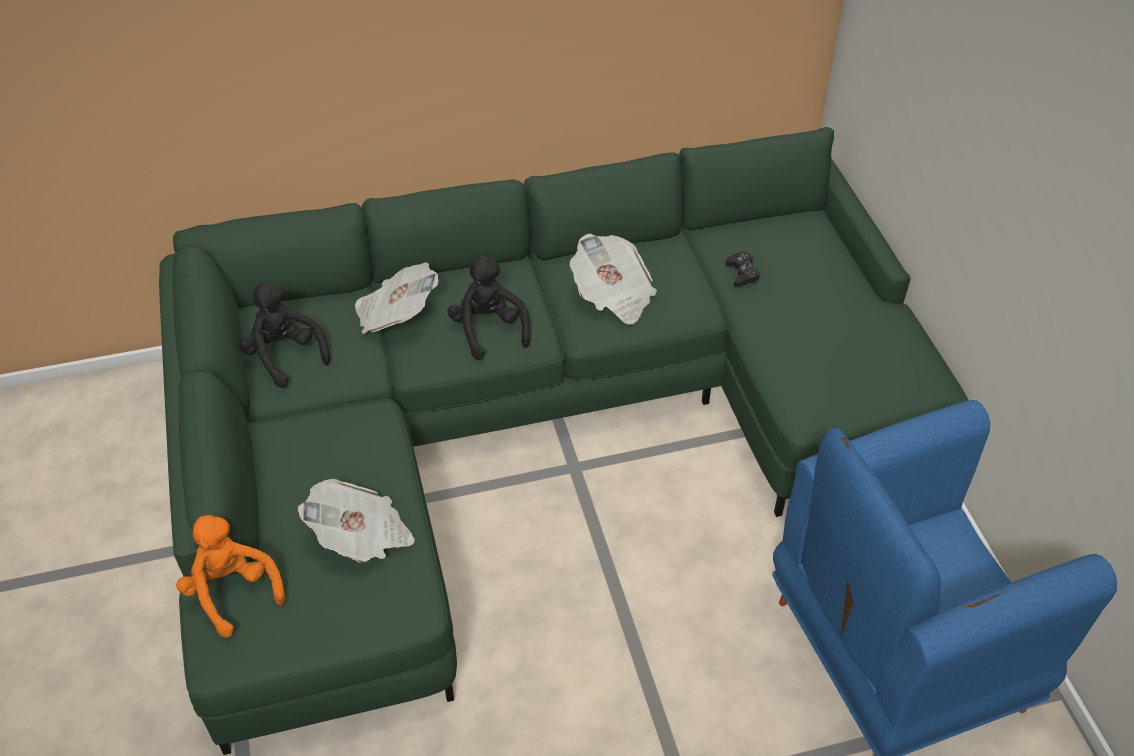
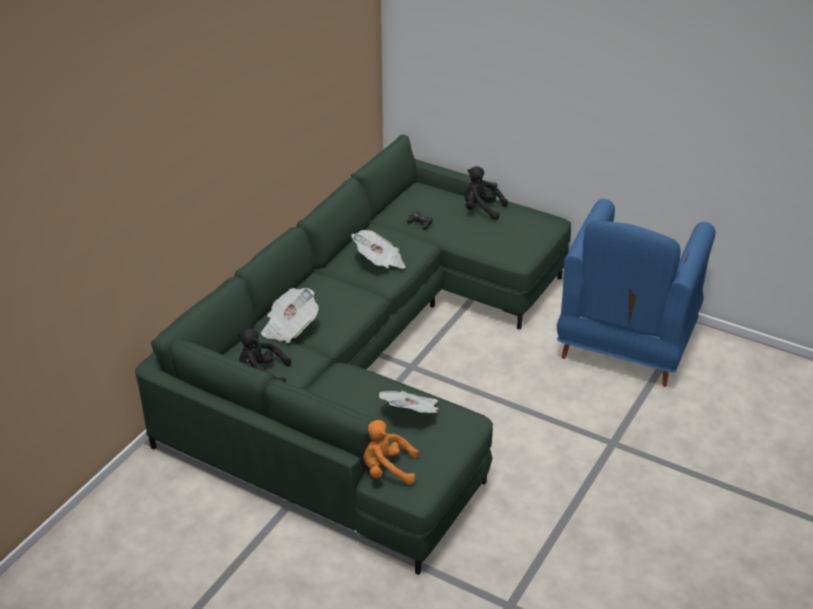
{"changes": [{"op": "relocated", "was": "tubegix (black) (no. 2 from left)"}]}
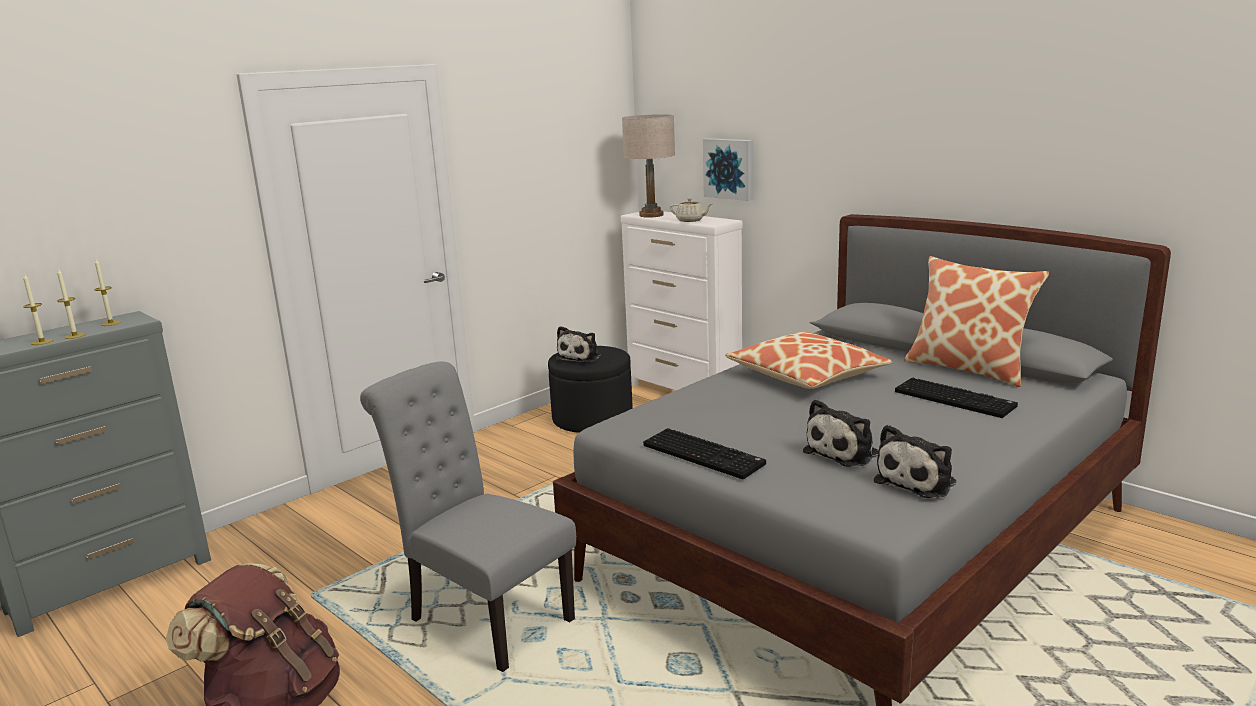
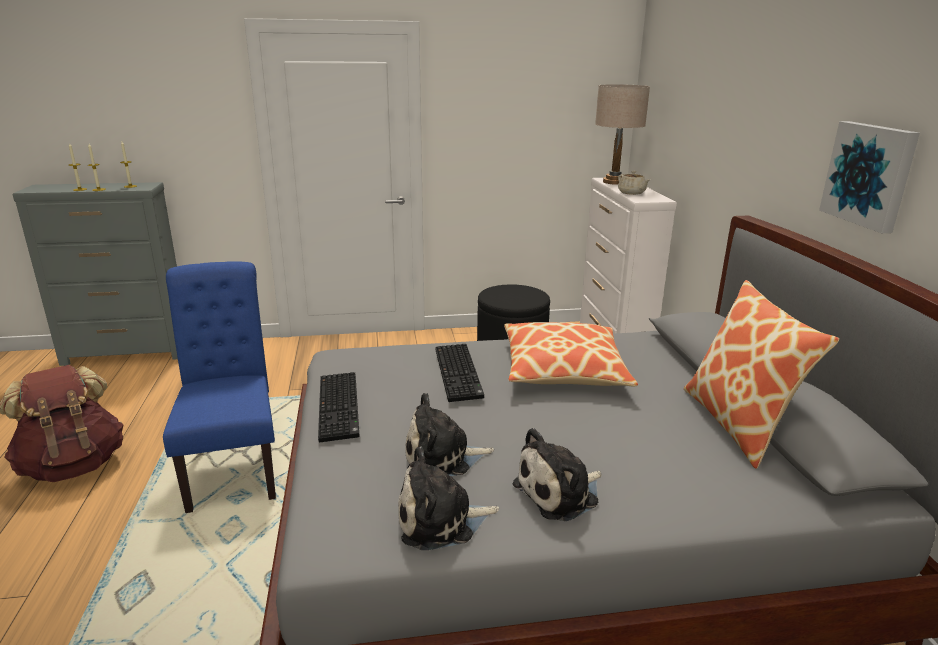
{"changes": [{"op": "relocated", "was": "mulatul"}, {"op": "relocated", "was": "tubegix (no. 1 from left in the first image)", "now": "tubegix (no. 3 from left)"}, {"op": "colour", "was": "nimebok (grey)", "now": "nimebok (blue)"}, {"op": "relocated", "was": "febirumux (no. 2 from left)"}]}
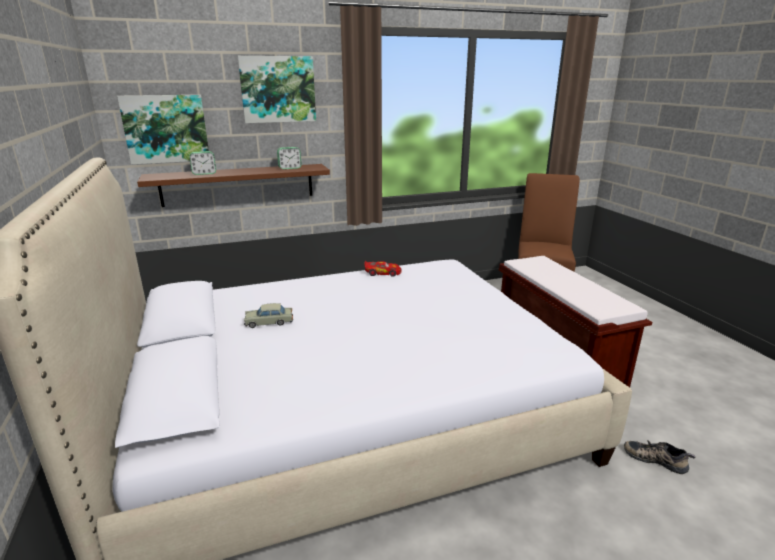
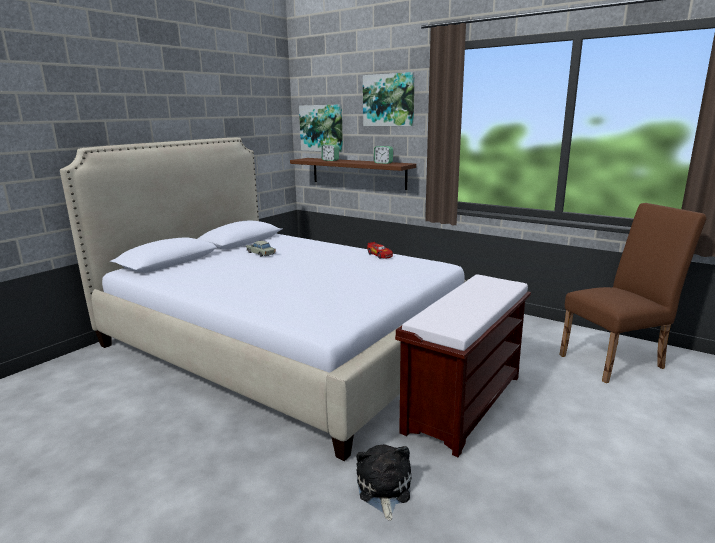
{"changes": [{"op": "exchanged", "was": "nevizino", "now": "tubegix"}]}
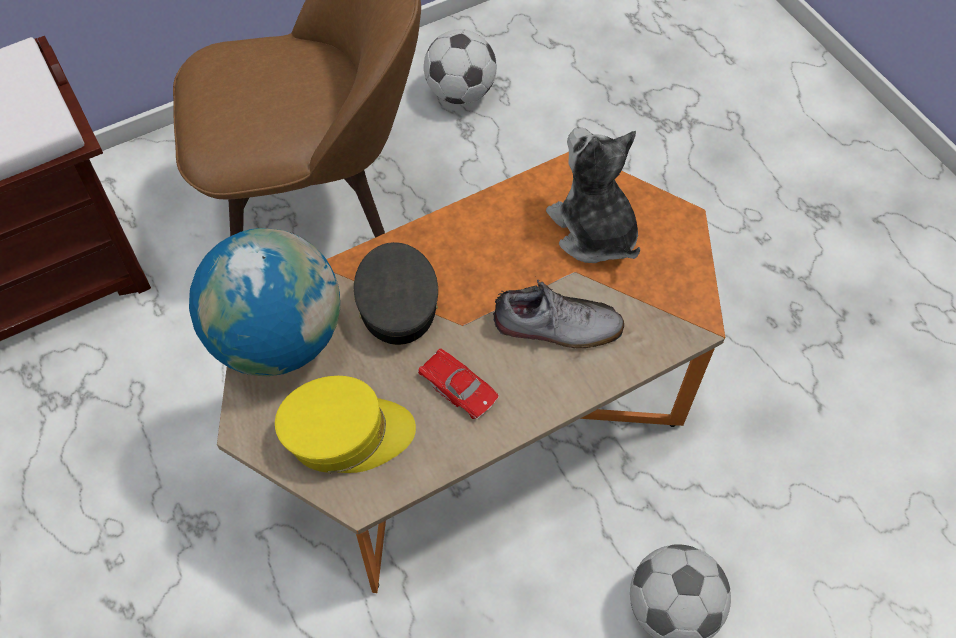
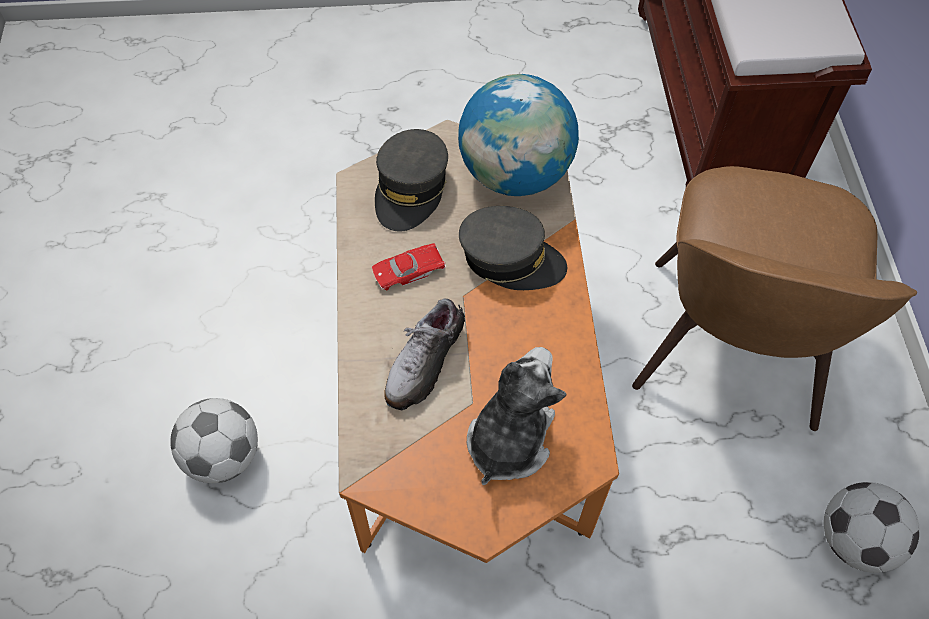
{"changes": [{"op": "spun", "was": "tubegix", "clockwise": -60}, {"op": "colour", "was": "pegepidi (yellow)", "now": "pegepidi (grey) (no. 1 from left)"}]}
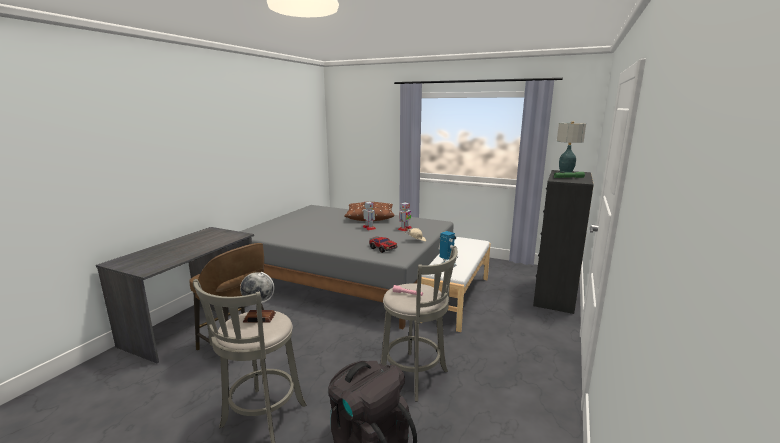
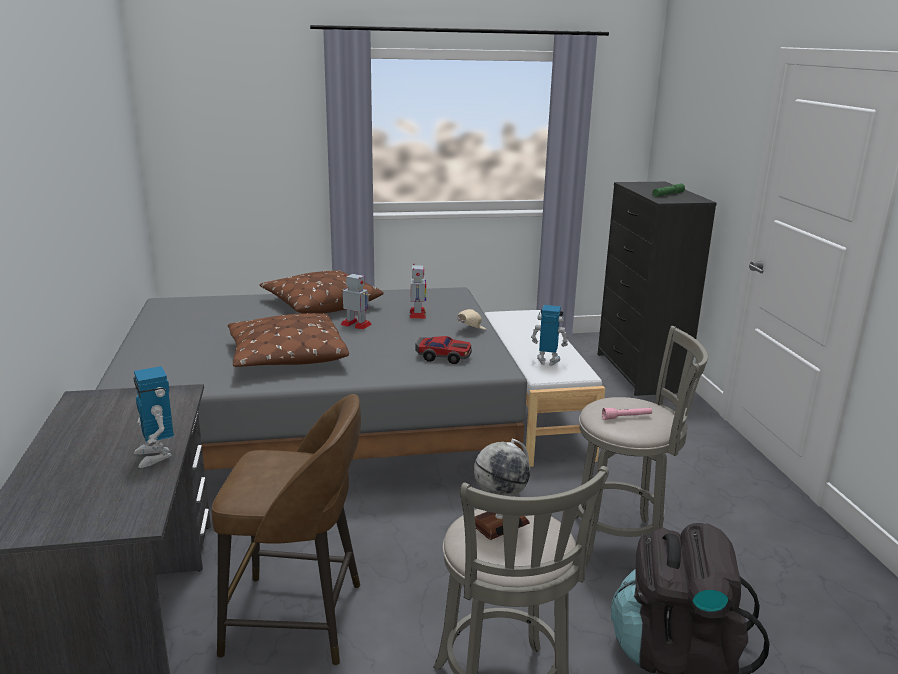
{"changes": [{"op": "missing", "was": "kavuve"}, {"op": "appeared", "now": "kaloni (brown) (no. 1 from left)"}, {"op": "appeared", "now": "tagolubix (no. 1 from left)"}]}
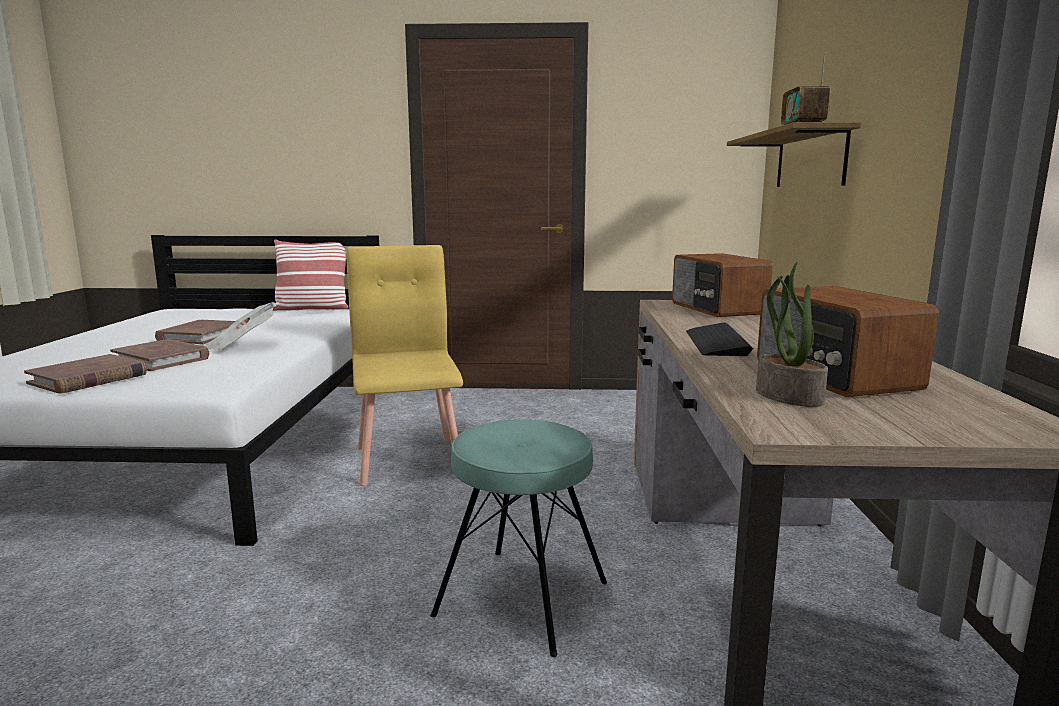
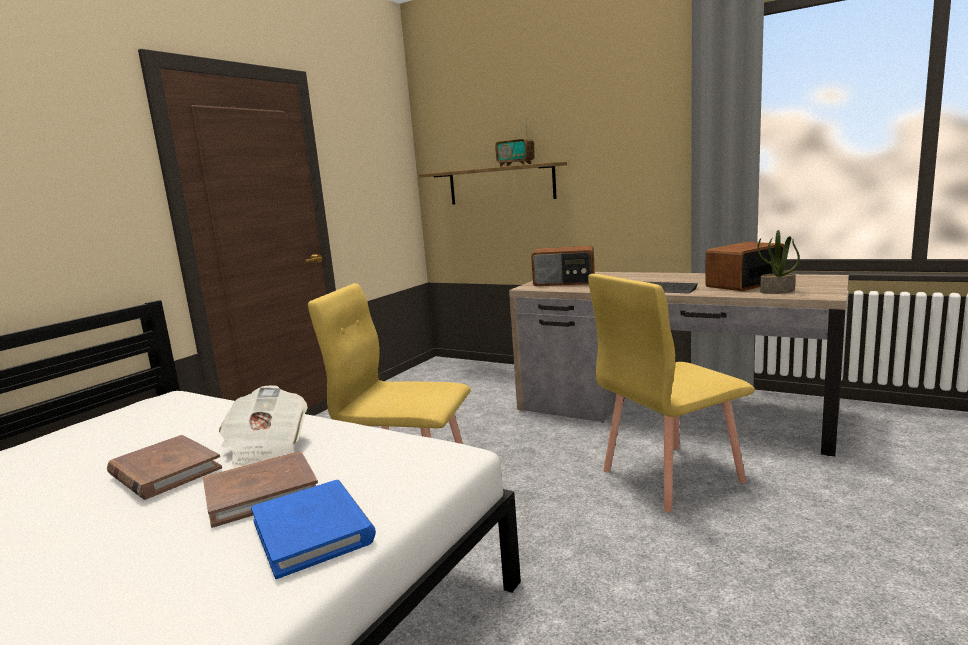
{"changes": [{"op": "missing", "was": "kaloni"}, {"op": "spun", "was": "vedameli (no. 3 from left)", "clockwise": 135}, {"op": "colour", "was": "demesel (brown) (no. 1 from left)", "now": "demesel (blue)"}, {"op": "exchanged", "was": "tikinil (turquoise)", "now": "nimebok (yellow) (no. 2 from left)"}]}
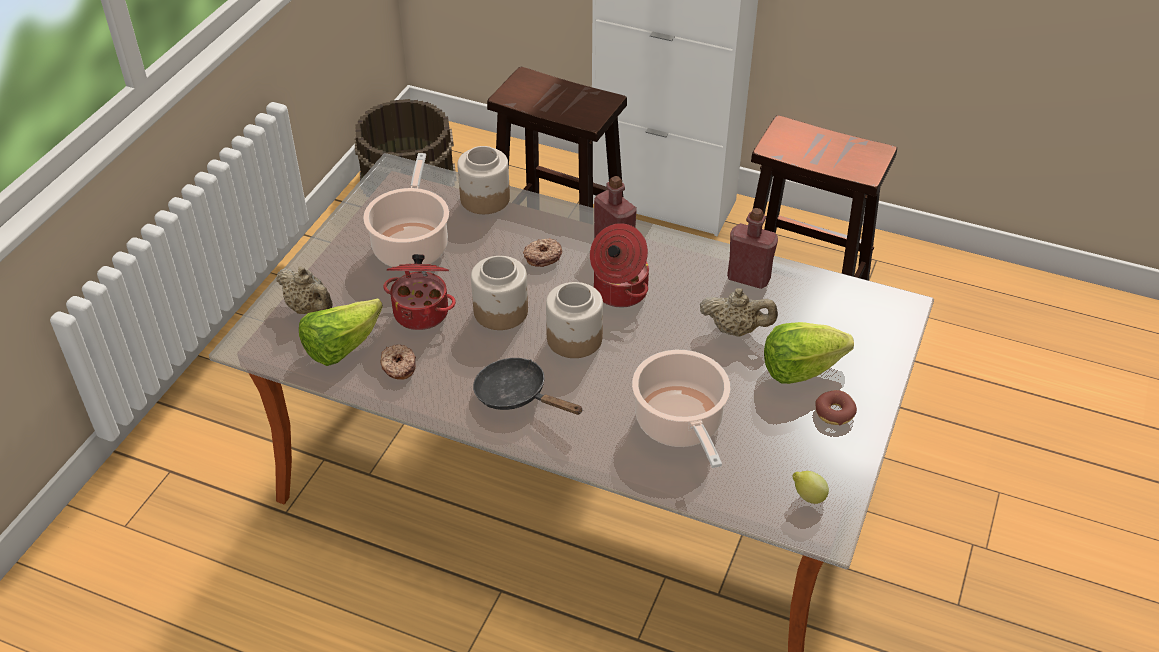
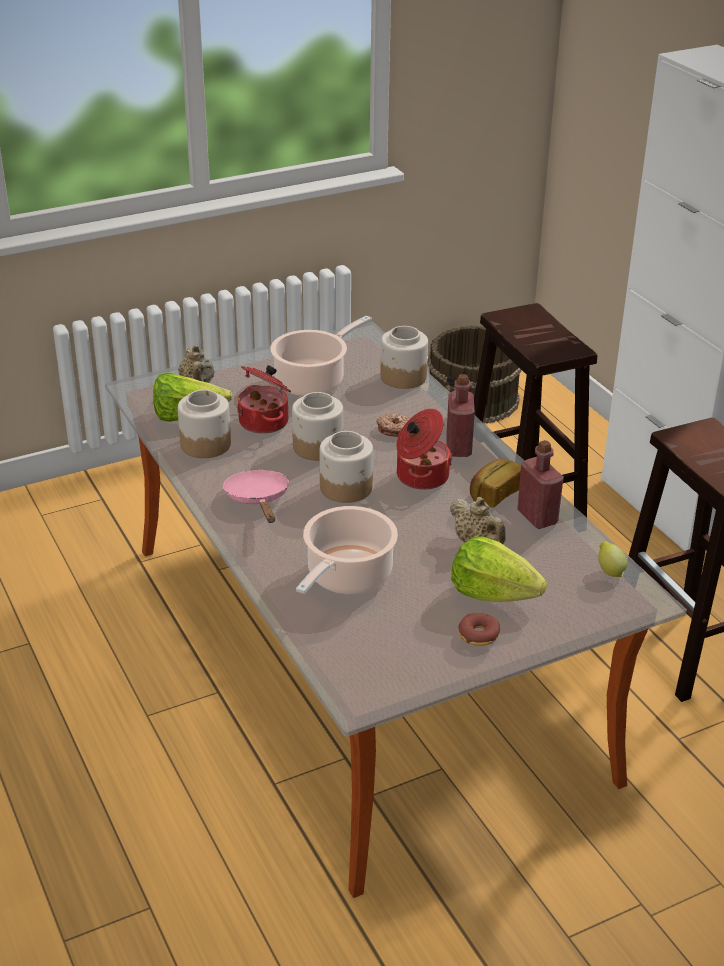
{"changes": [{"op": "exchanged", "was": "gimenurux (no. 1 from left)", "now": "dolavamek (no. 1 from left)"}, {"op": "colour", "was": "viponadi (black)", "now": "viponadi (pink)"}, {"op": "relocated", "was": "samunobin"}, {"op": "appeared", "now": "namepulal"}]}
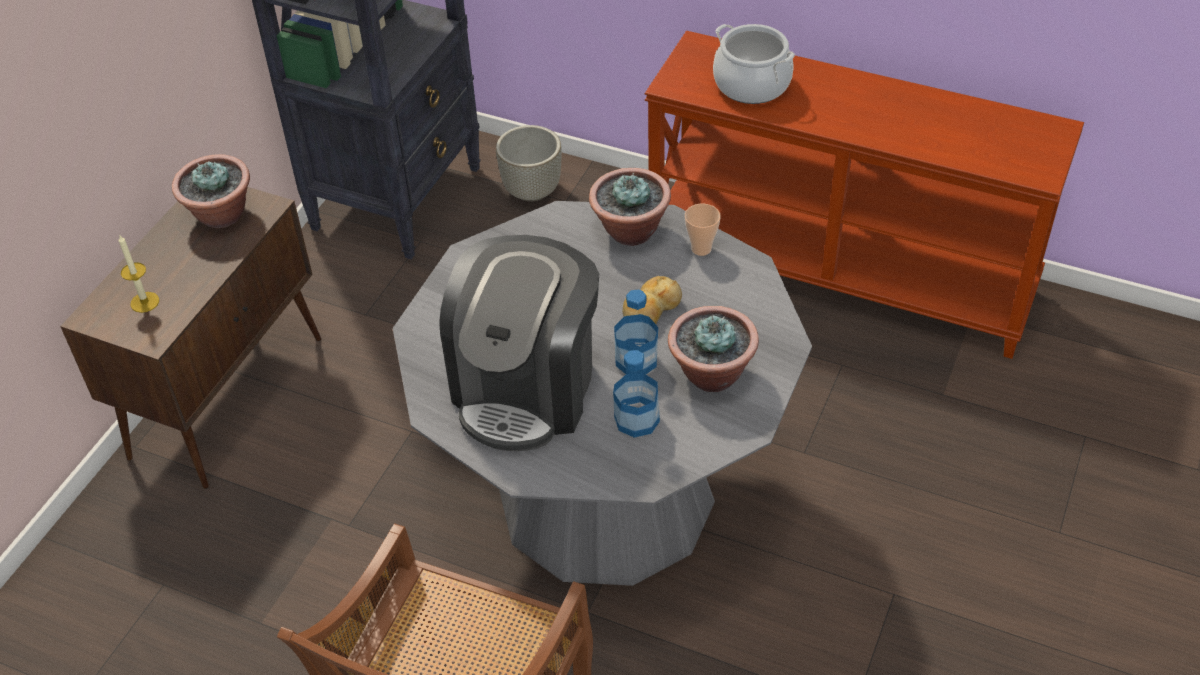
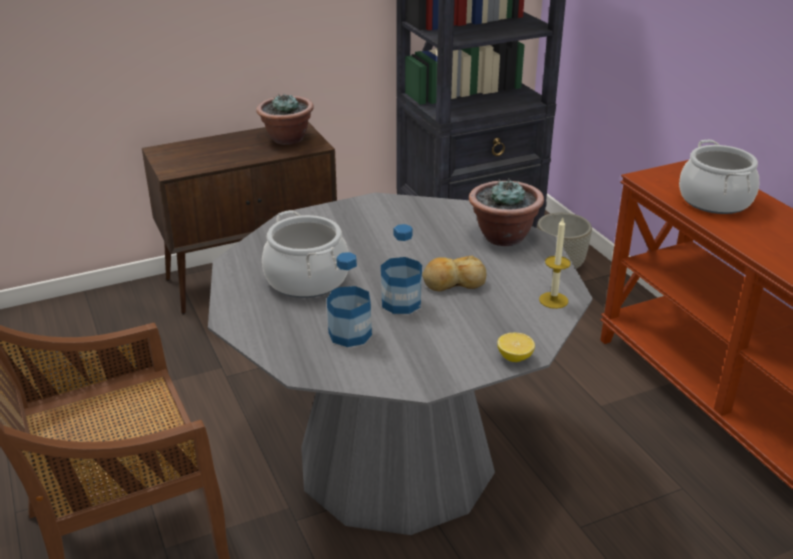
{"changes": [{"op": "missing", "was": "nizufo"}, {"op": "relocated", "was": "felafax"}, {"op": "exchanged", "was": "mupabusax", "now": "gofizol (no. 1 from left)"}, {"op": "missing", "was": "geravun (no. 3 from left)"}, {"op": "appeared", "now": "samunobin"}]}
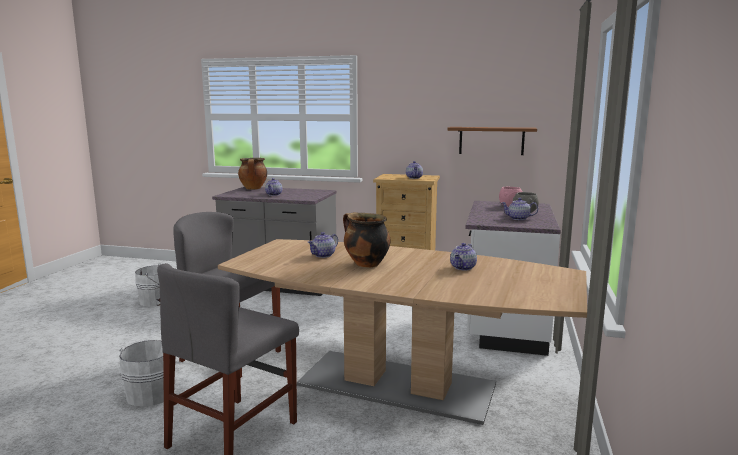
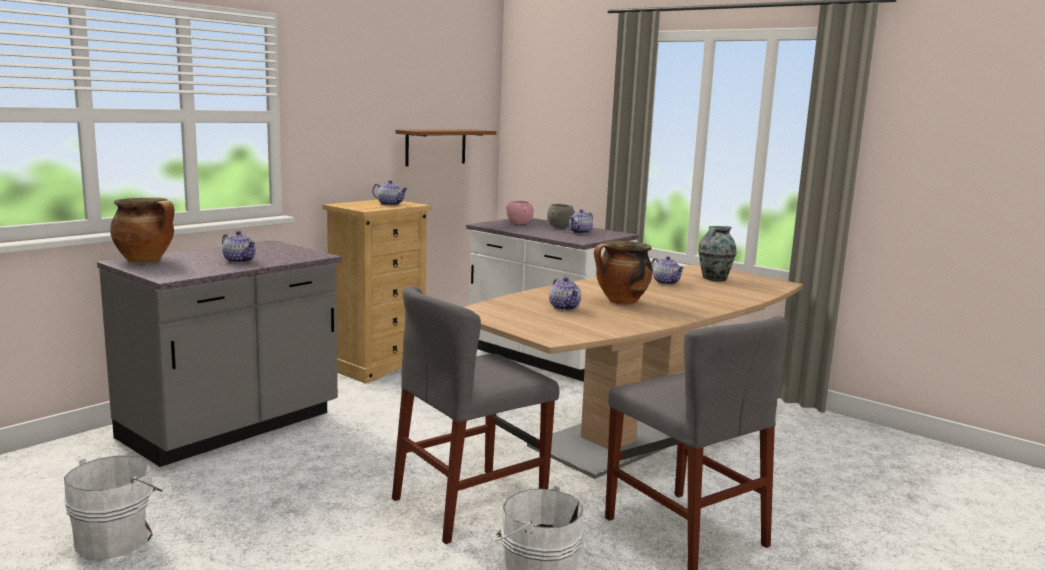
{"changes": [{"op": "appeared", "now": "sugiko"}]}
